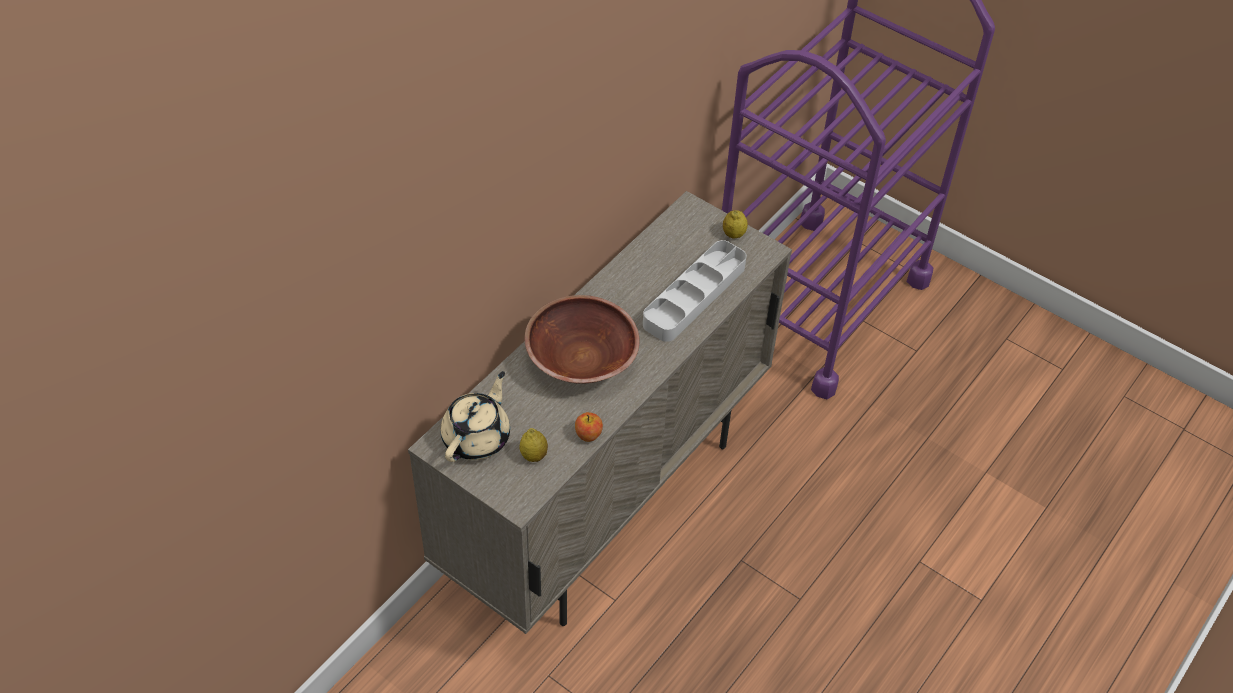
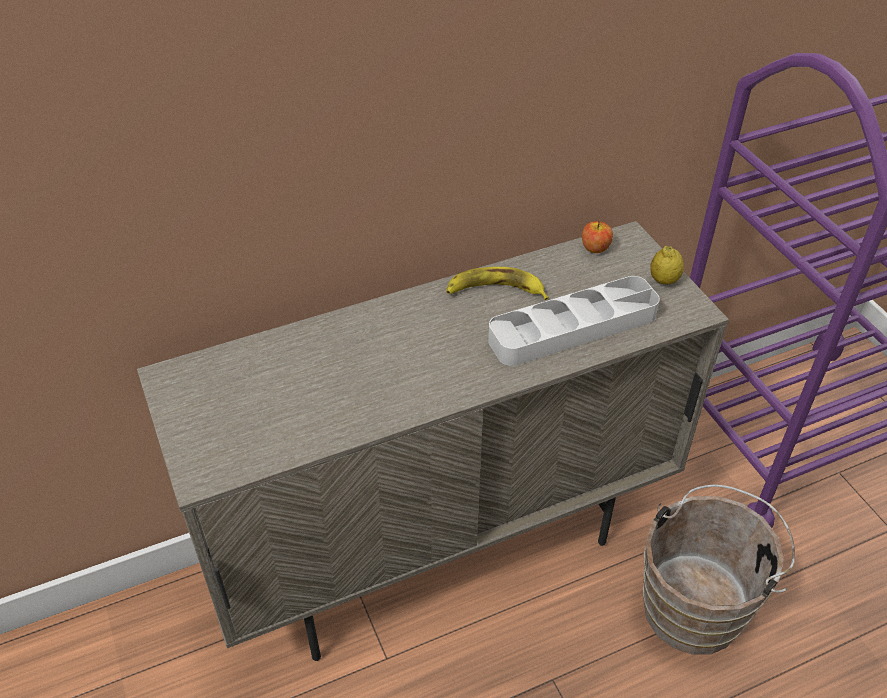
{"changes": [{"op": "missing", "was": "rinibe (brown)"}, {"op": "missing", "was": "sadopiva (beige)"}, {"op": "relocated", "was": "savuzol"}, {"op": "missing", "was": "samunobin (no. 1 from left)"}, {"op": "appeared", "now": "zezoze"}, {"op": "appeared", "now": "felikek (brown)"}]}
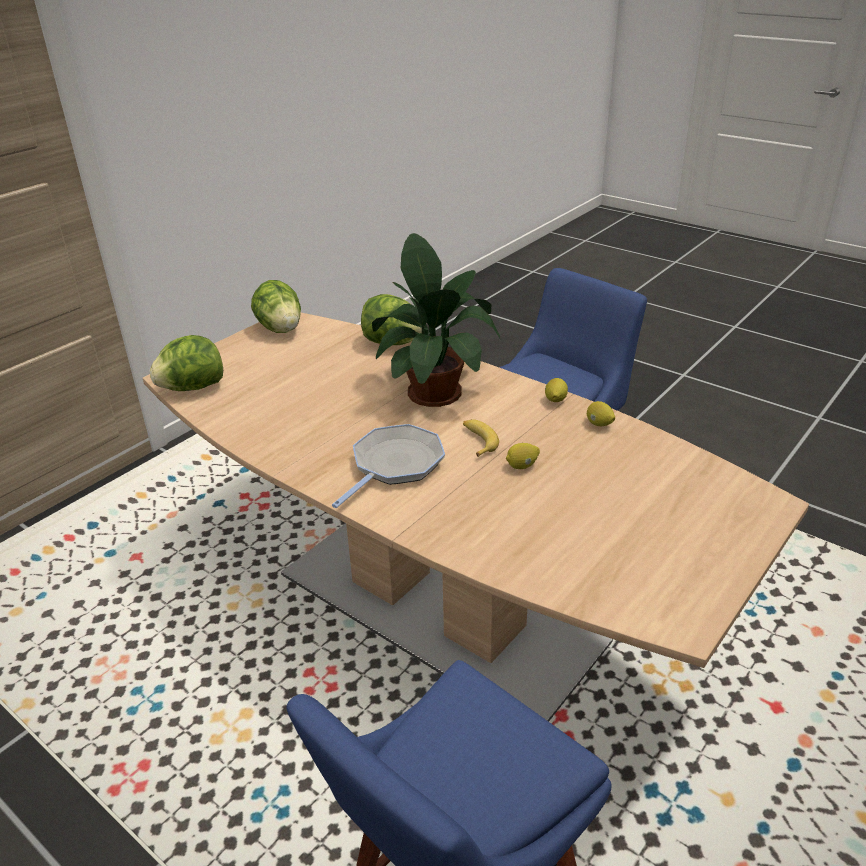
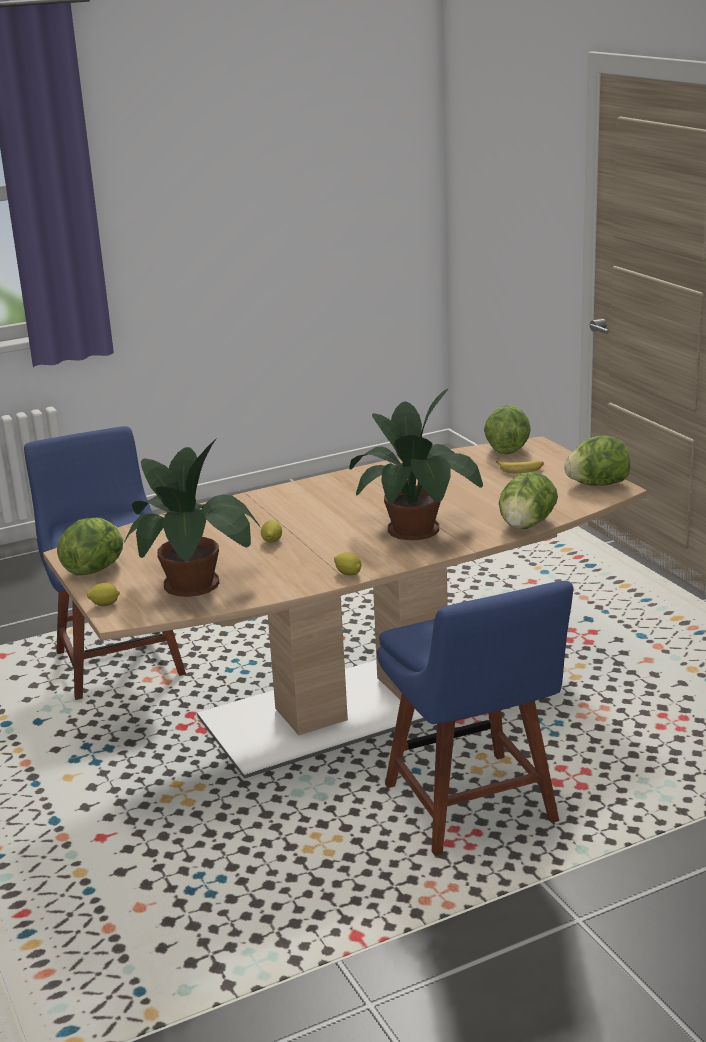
{"changes": [{"op": "relocated", "was": "samunobin (no. 3 from left in the first image)", "now": "samunobin (no. 1 from left)"}, {"op": "relocated", "was": "zezoze"}, {"op": "missing", "was": "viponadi"}, {"op": "appeared", "now": "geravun (no. 1 from left)"}, {"op": "appeared", "now": "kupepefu (no. 1 from left)"}]}
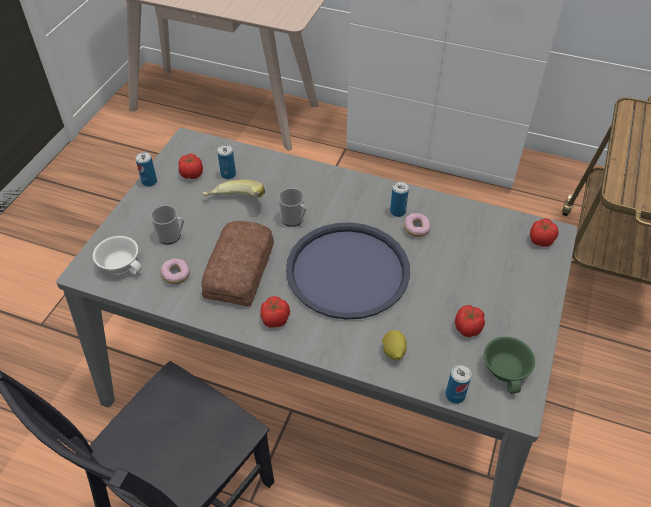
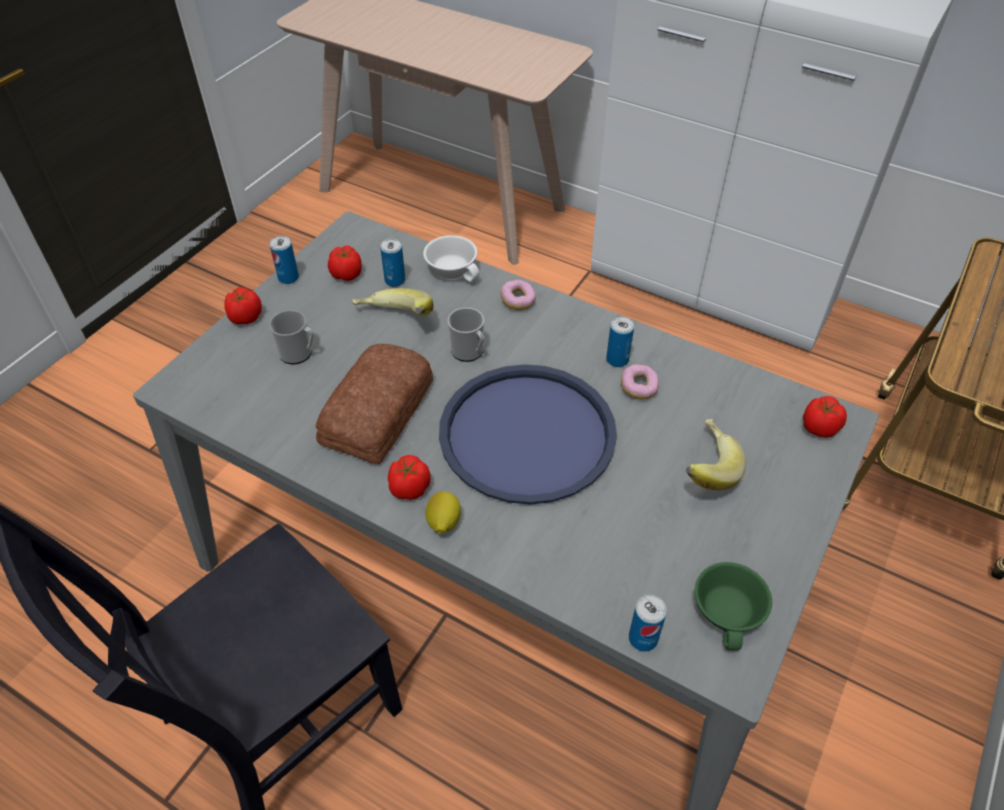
{"changes": [{"op": "relocated", "was": "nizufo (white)"}, {"op": "relocated", "was": "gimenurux (no. 1 from left)"}, {"op": "relocated", "was": "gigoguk (no. 3 from left in the first image)", "now": "gigoguk (no. 1 from left)"}, {"op": "relocated", "was": "samunobin"}, {"op": "appeared", "now": "zezoze (no. 2 from left)"}]}
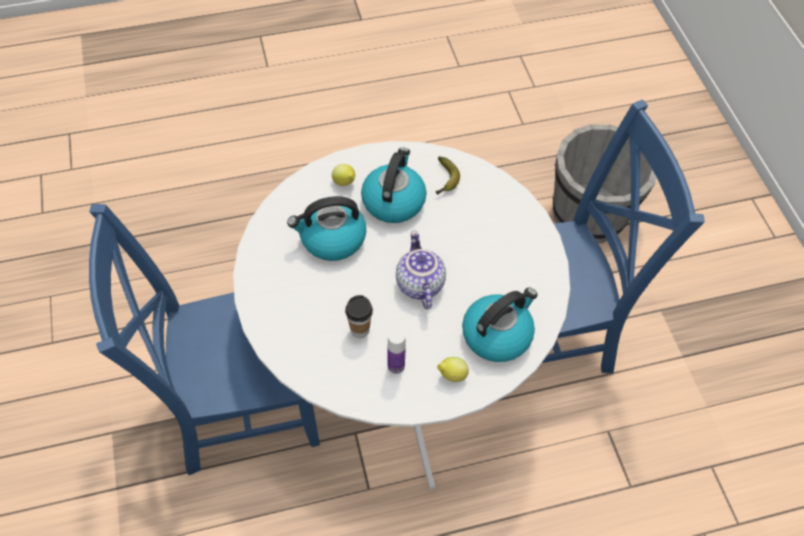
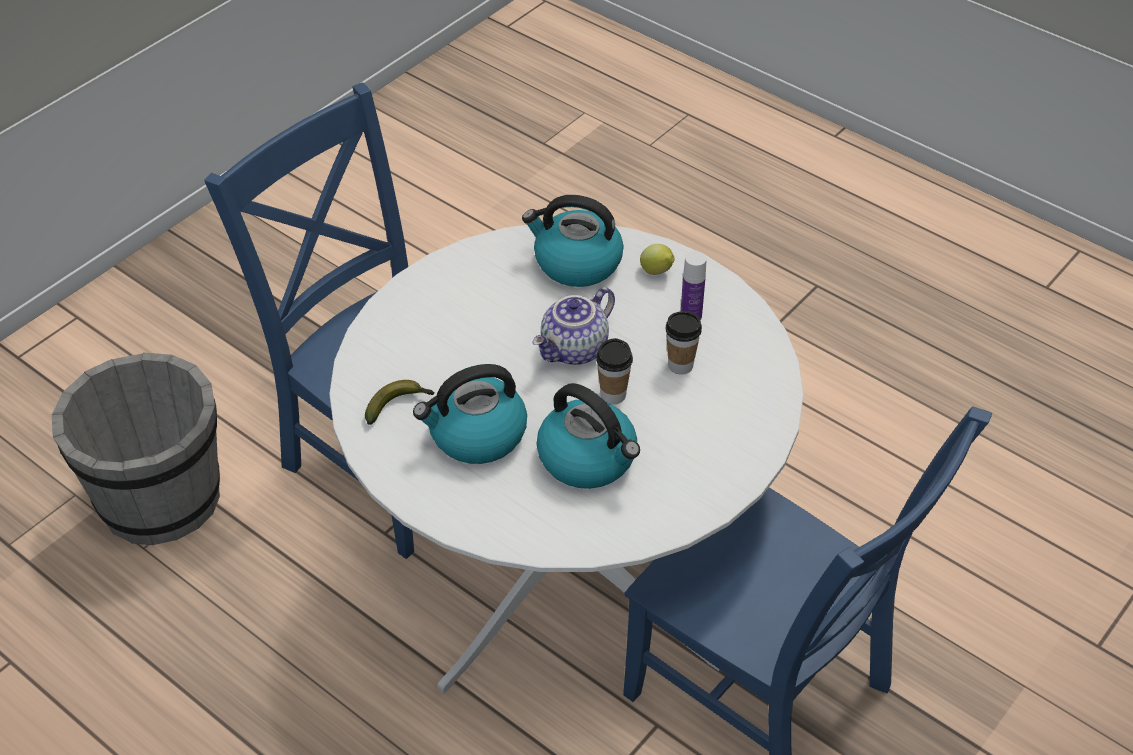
{"changes": [{"op": "missing", "was": "samunobin (no. 1 from left)"}, {"op": "appeared", "now": "nizufo (no. 1 from left)"}]}
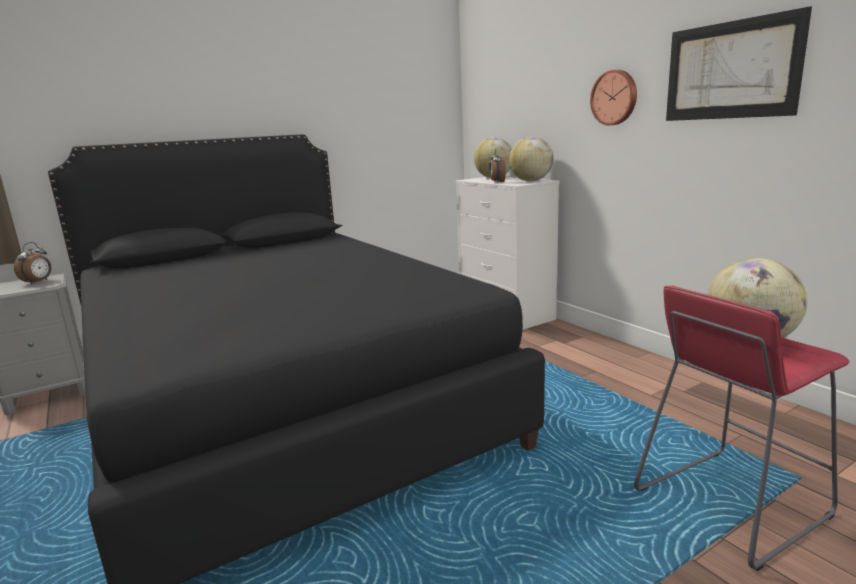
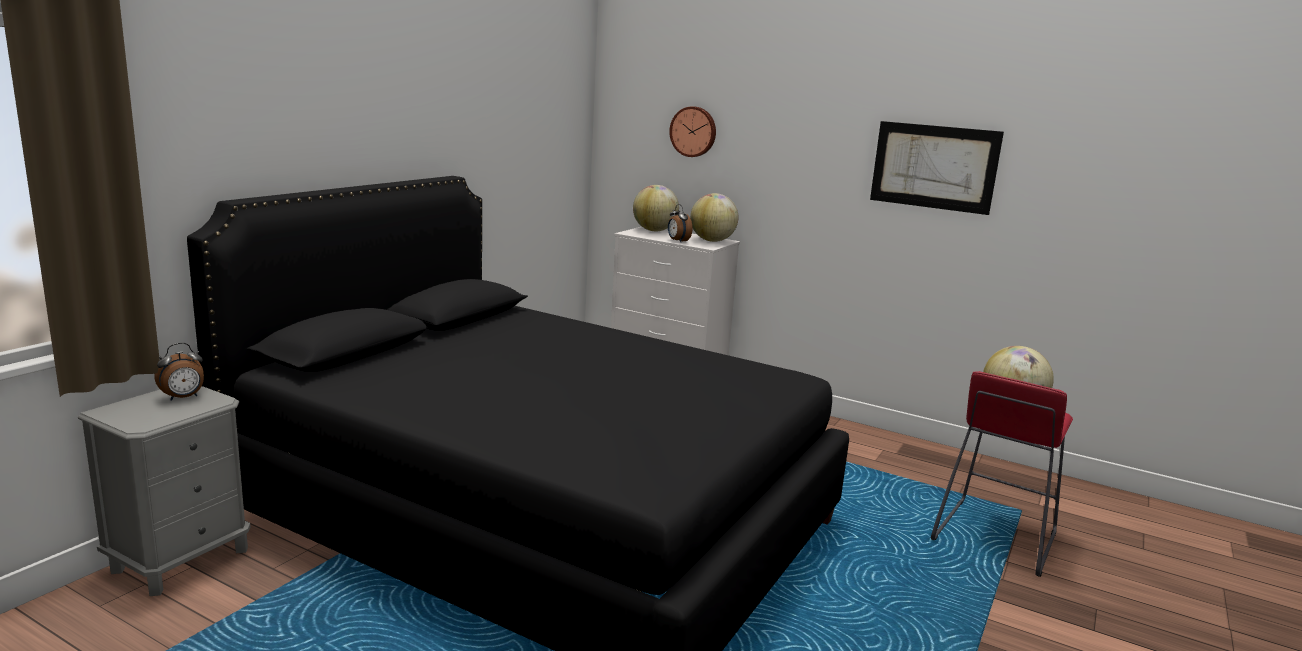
{"changes": [{"op": "relocated", "was": "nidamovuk"}, {"op": "spun", "was": "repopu (no. 1 from left)", "clockwise": 60}]}
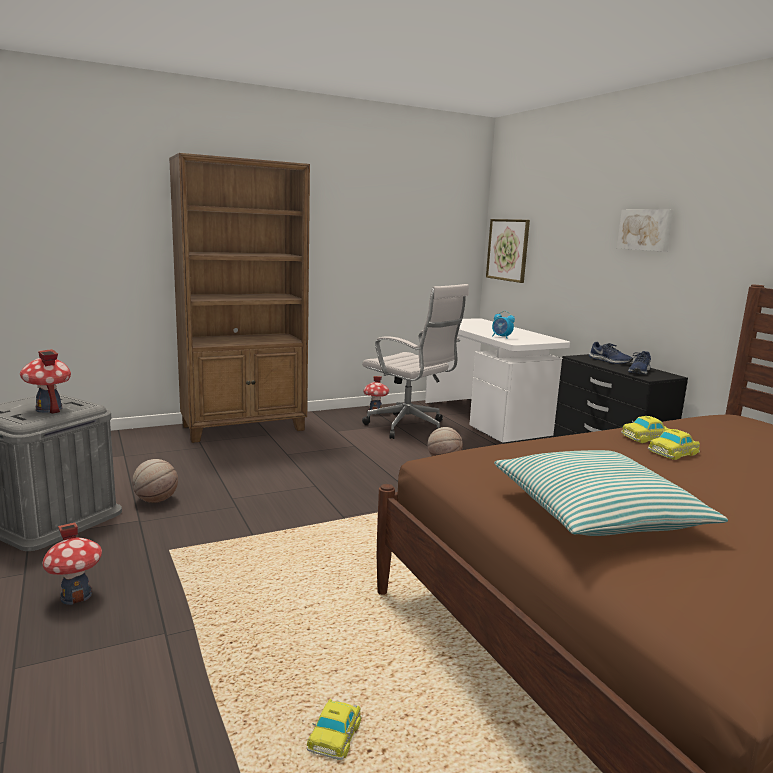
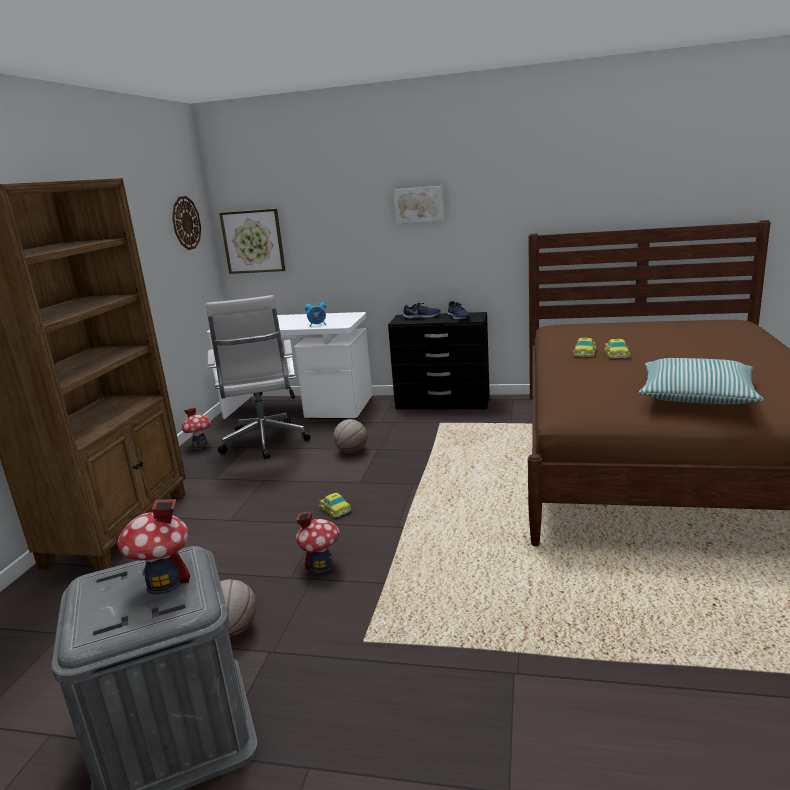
{"changes": [{"op": "spun", "was": "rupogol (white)", "clockwise": 90}, {"op": "relocated", "was": "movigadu (no. 2 from left in the first image)", "now": "movigadu (no. 3 from left)"}, {"op": "relocated", "was": "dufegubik (no. 1 from left)"}, {"op": "appeared", "now": "nidamovuk"}]}
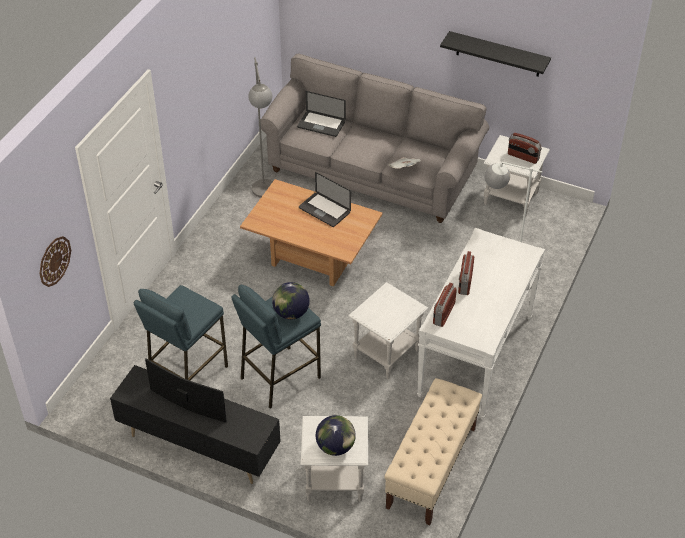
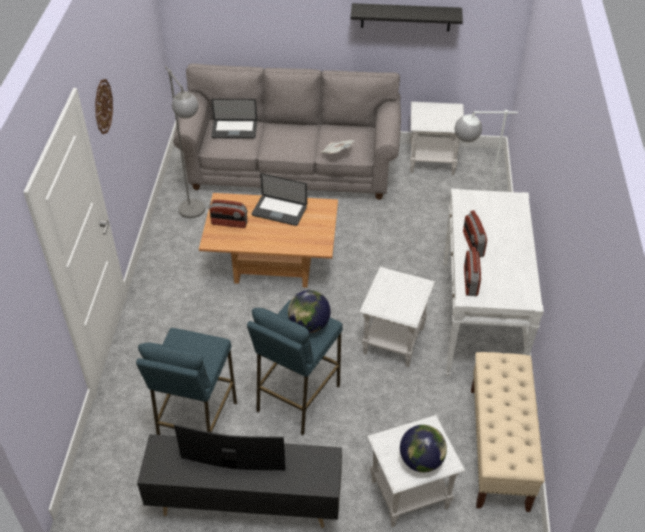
{"changes": [{"op": "relocated", "was": "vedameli (no. 3 from left in the first image)", "now": "vedameli (no. 1 from left)"}, {"op": "relocated", "was": "nidamovuk"}]}
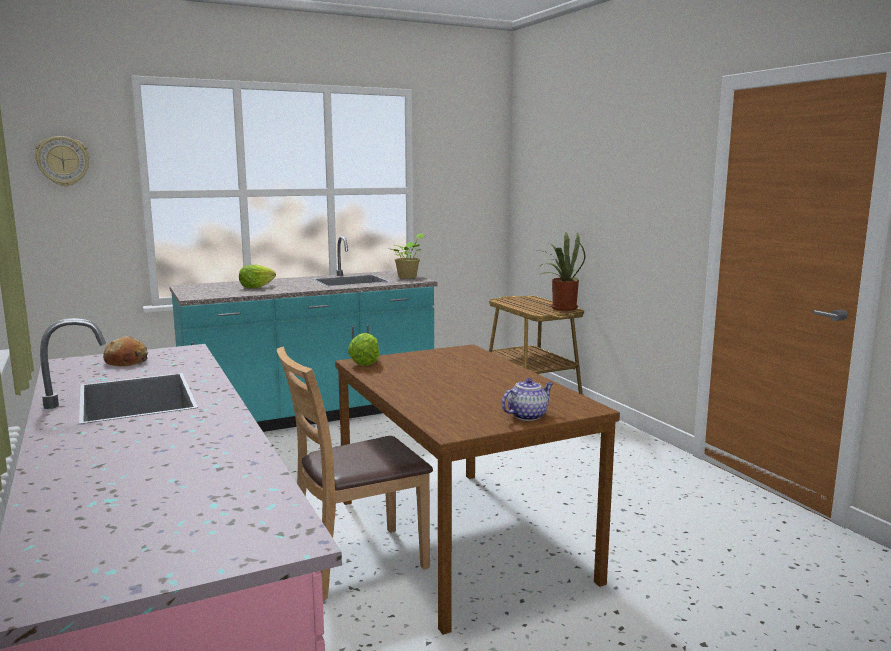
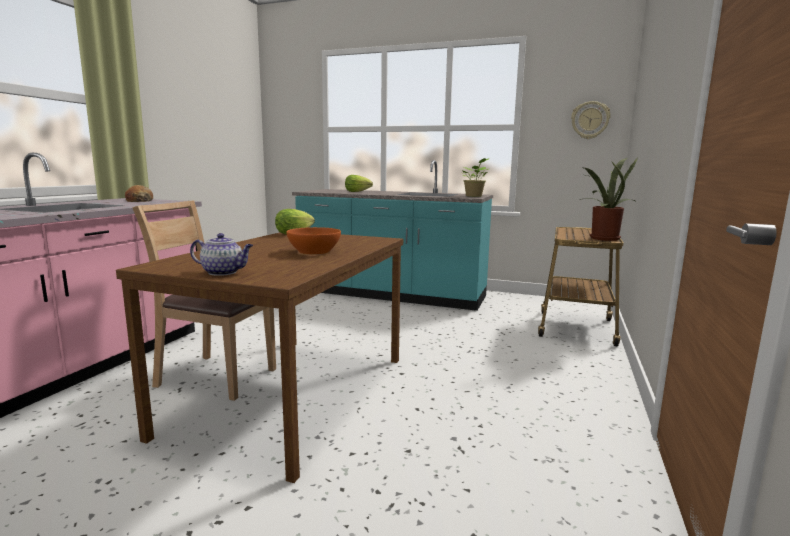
{"changes": [{"op": "relocated", "was": "nidamovuk"}, {"op": "appeared", "now": "rinibe (orange)"}]}
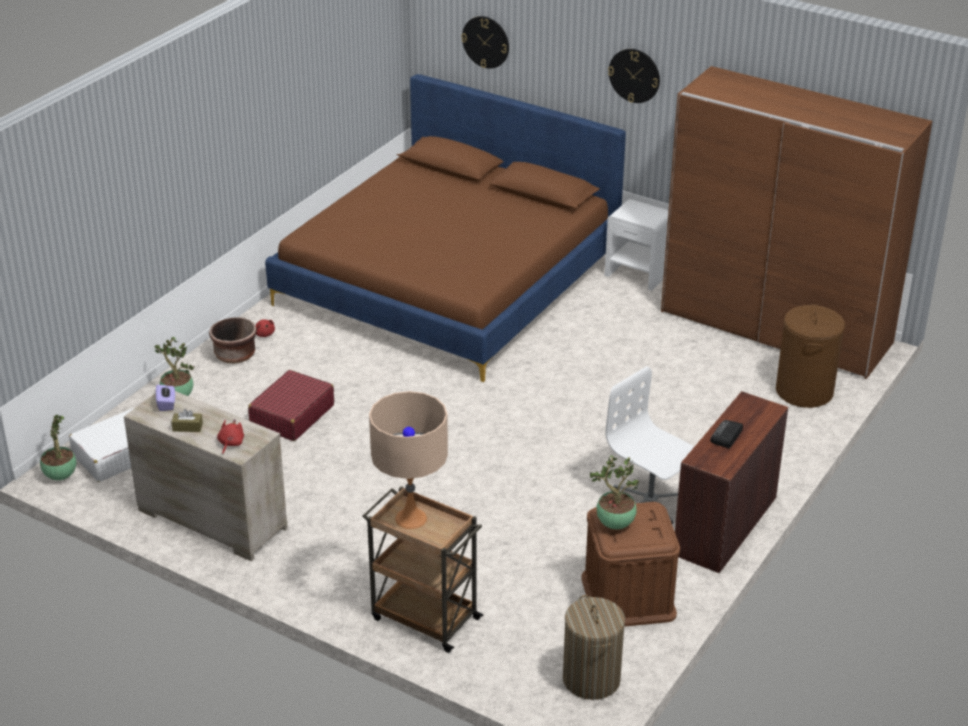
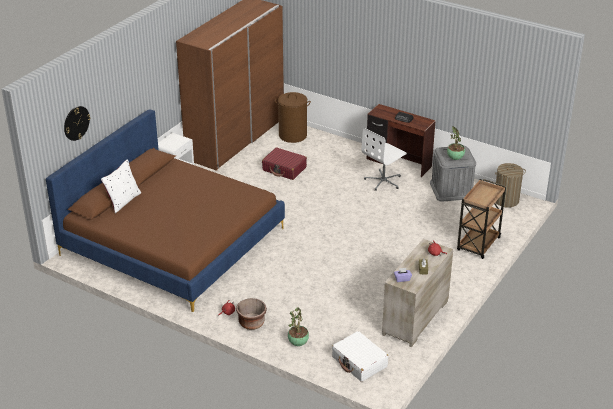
{"changes": [{"op": "missing", "was": "nidamovuk (no. 2 from left)"}, {"op": "relocated", "was": "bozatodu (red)"}, {"op": "missing", "was": "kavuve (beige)"}, {"op": "missing", "was": "geravun (no. 1 from left)"}, {"op": "colour", "was": "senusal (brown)", "now": "senusal (grey)"}, {"op": "appeared", "now": "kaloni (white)"}]}
